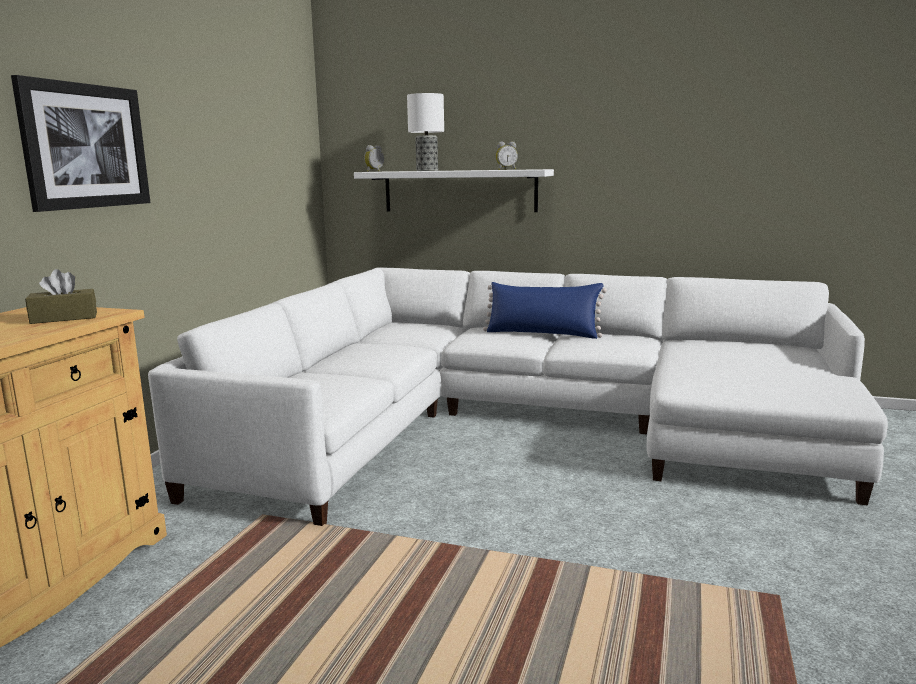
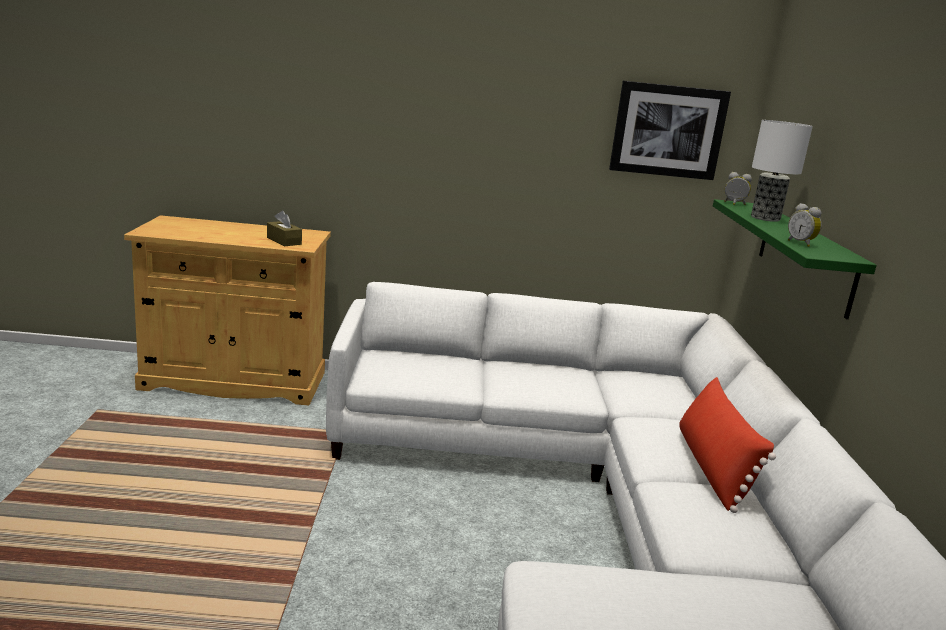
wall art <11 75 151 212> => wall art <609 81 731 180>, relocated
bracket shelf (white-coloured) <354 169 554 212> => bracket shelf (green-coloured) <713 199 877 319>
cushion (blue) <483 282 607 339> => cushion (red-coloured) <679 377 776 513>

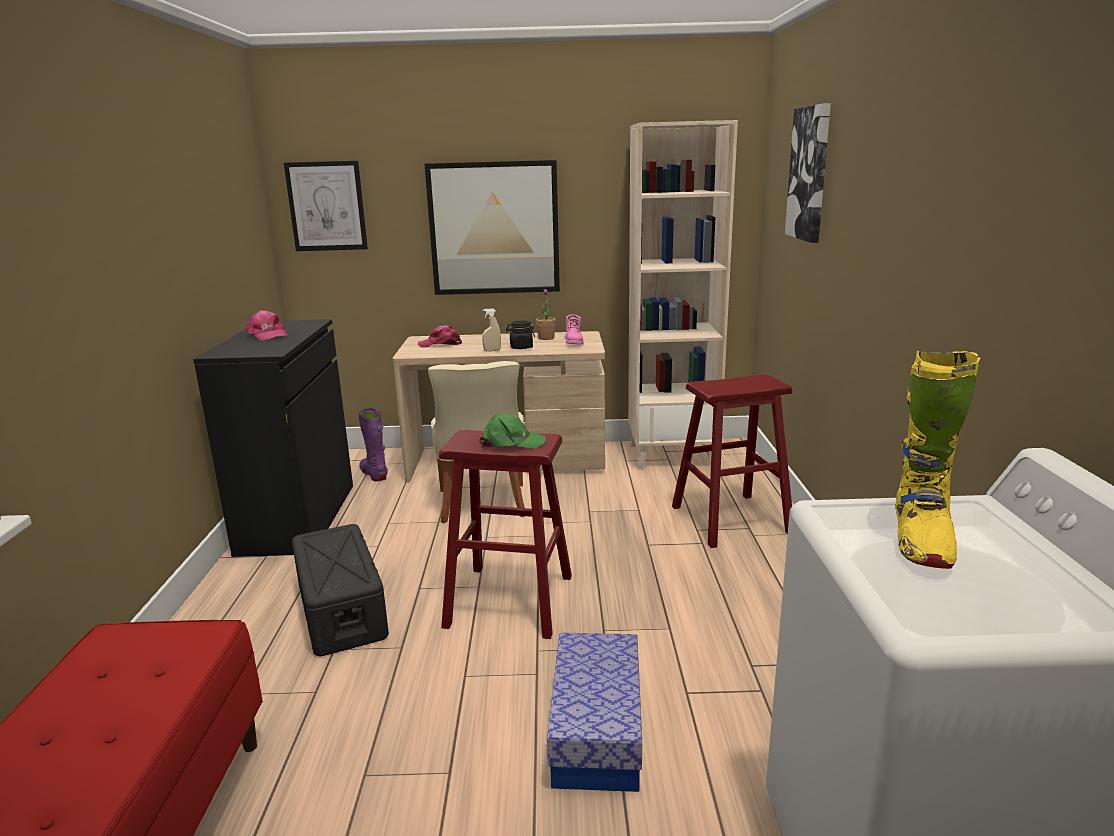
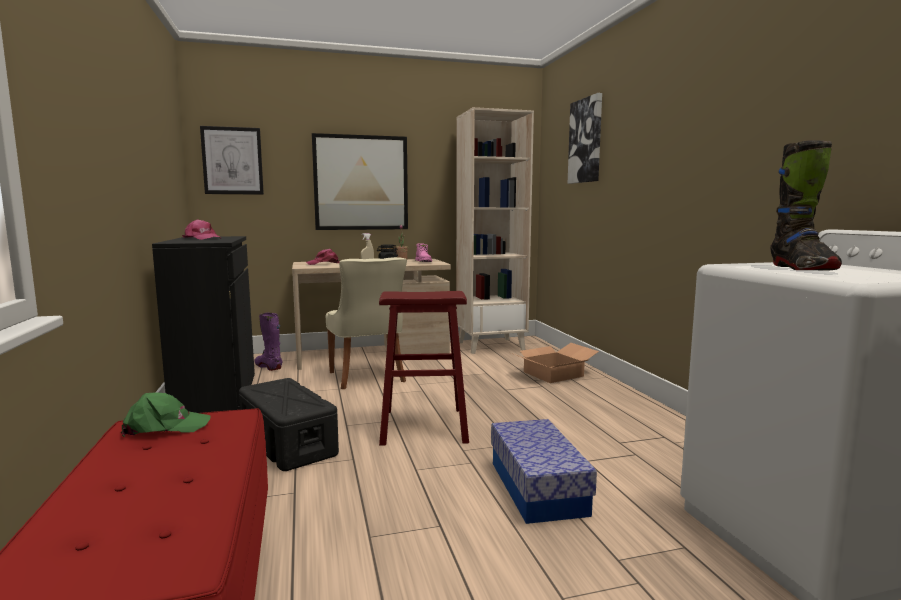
peaked cap (green-coloured) <479 414 546 449> => peaked cap (green-coloured) <121 393 211 437>, relocated
stool seat (red-coloured) <672 374 792 548> => cardboard box <511 343 599 383>
high-top boot (yellowish) <895 351 980 569> => high-top boot (black-coloured) <770 140 842 270>

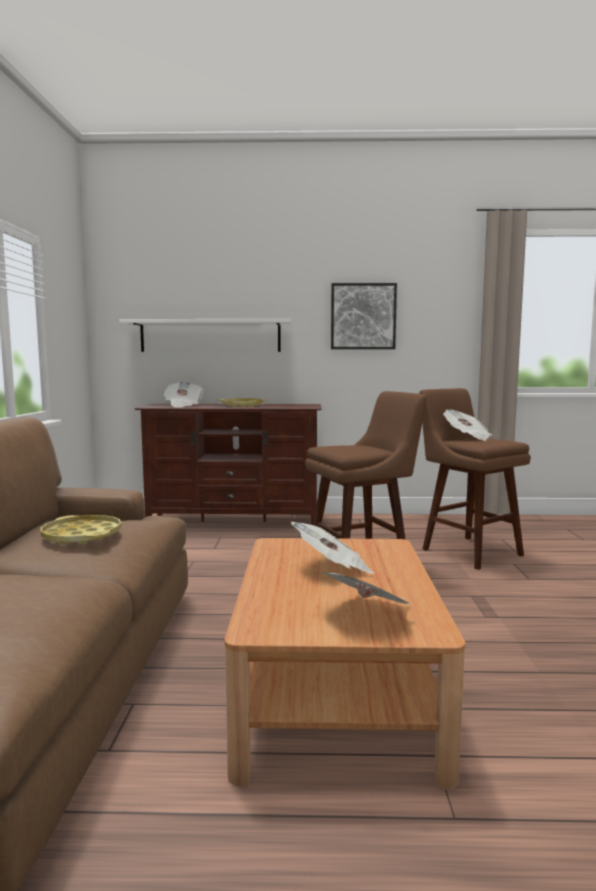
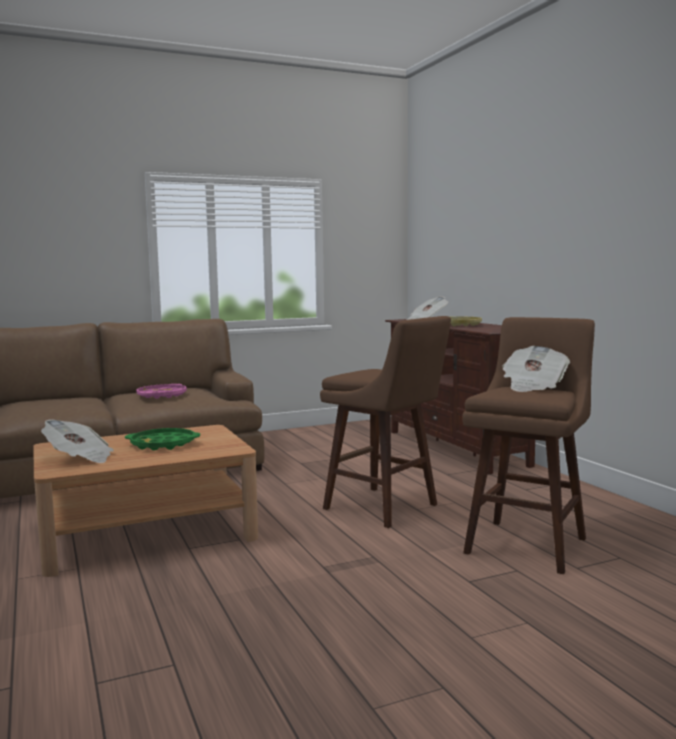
carrying tray (yellowish) <40 515 122 545> => carrying tray (pink) <136 384 187 399>
bracket shelf (white-coloured) <119 319 292 352> => nothing
printed paper <291 522 375 574> => carrying tray (green-coloured) <125 428 200 451>
wall art <331 283 397 349> => nothing

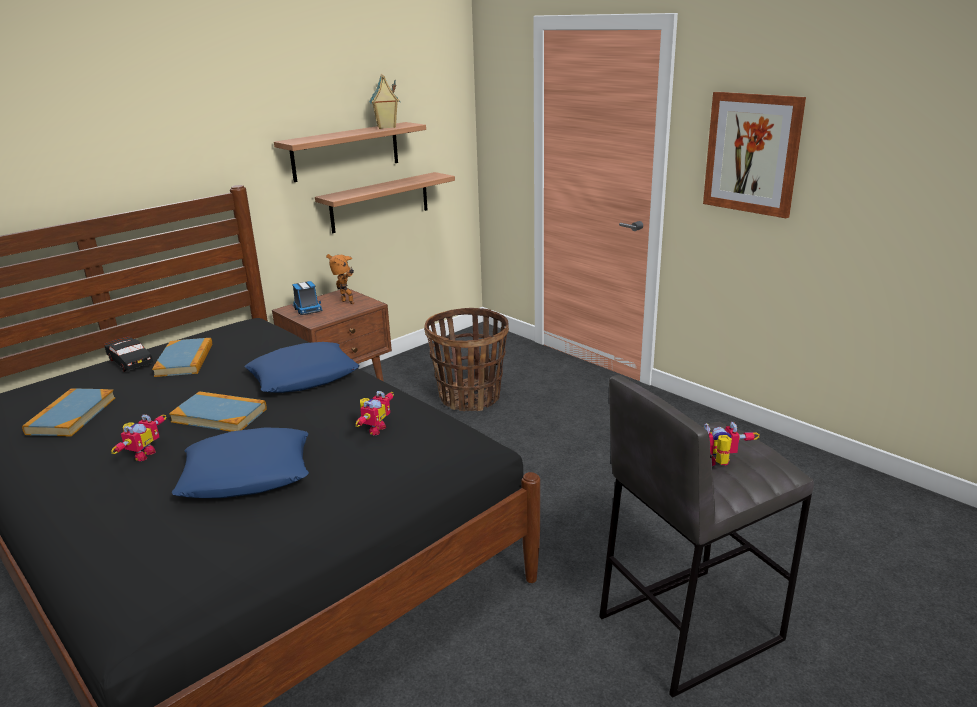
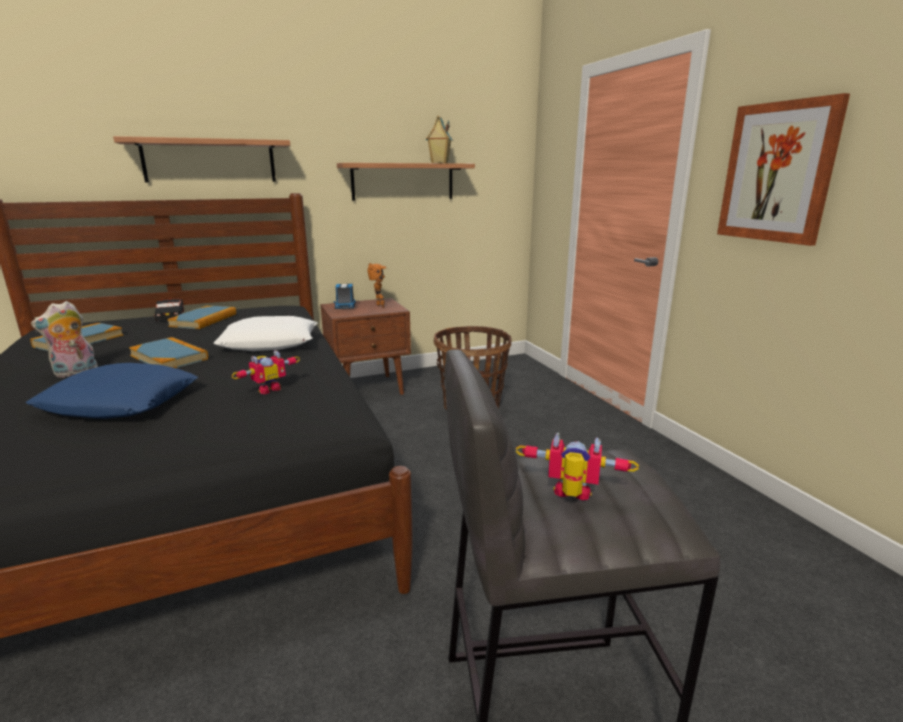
robot figure <111 415 166 461> => plush toy <31 301 98 378>
cushion (blue) <245 342 359 393> => cushion (white-coloured) <213 316 317 351>
bracket shelf <315 172 455 233> => bracket shelf <113 136 290 182>, relocated

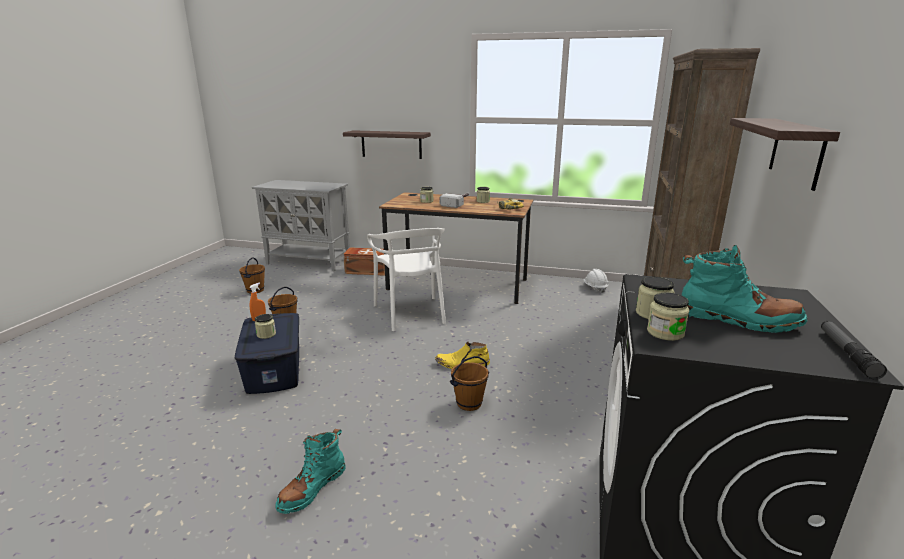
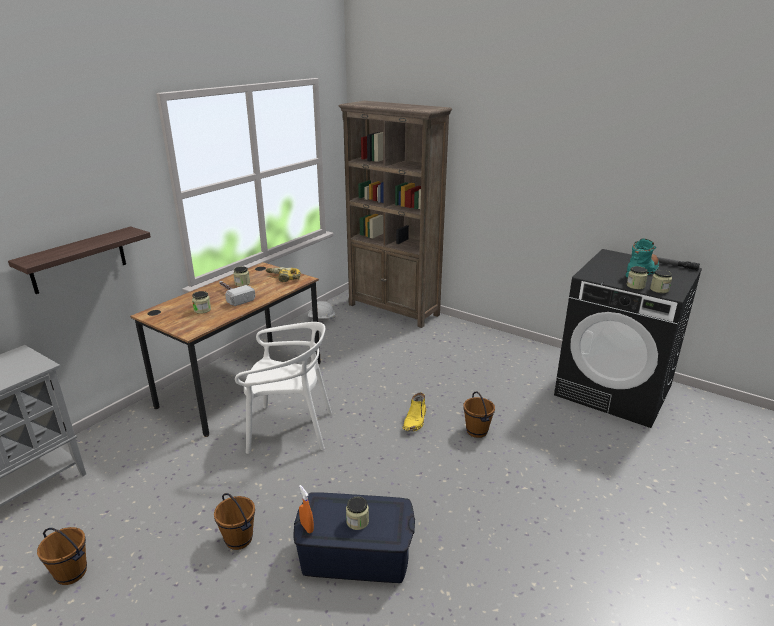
high-top boot (blue-green) <275 429 345 514> => nothing
storage bin (brown) <343 247 389 276> => nothing
bracket shelf <730 118 840 191> => nothing

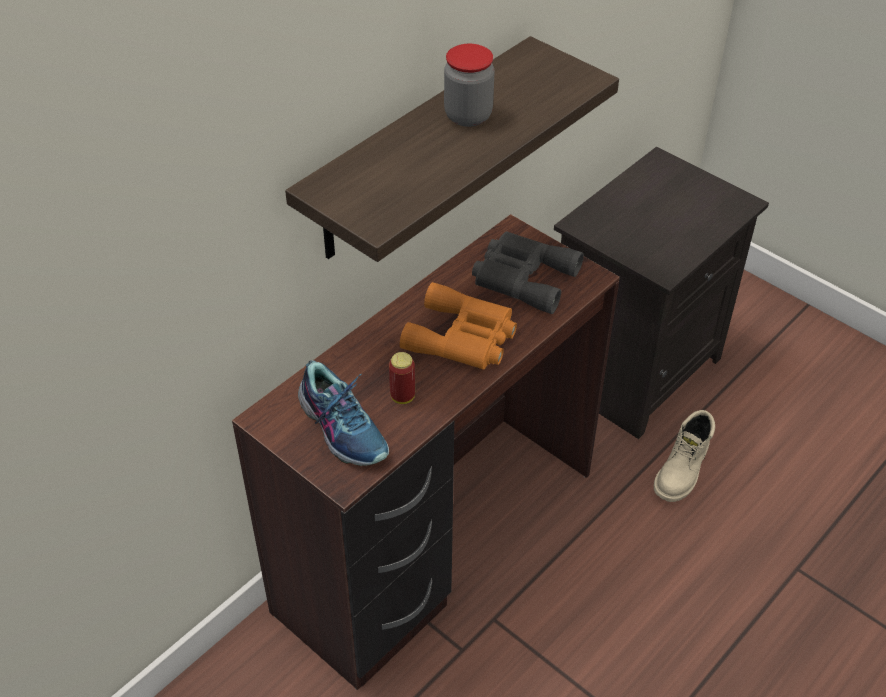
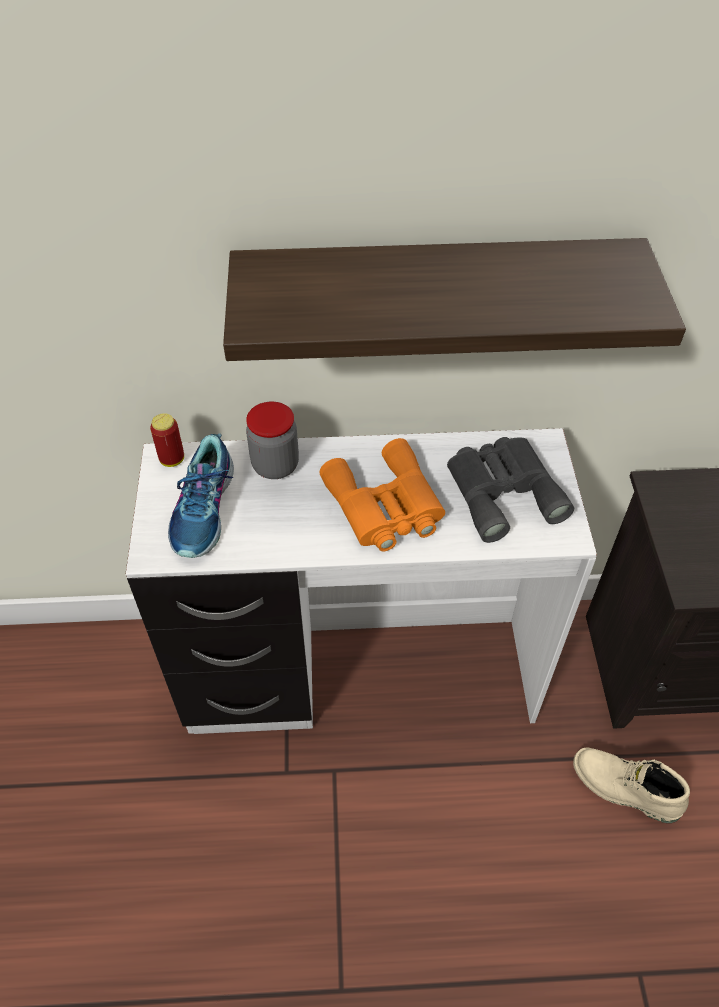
desk unit (brown) <232 214 620 690> => desk unit (white-coloured) <126 428 597 734>
metal can <389 352 415 404> => metal can <150 413 184 467>, relocated
jar <444 44 495 127> => jar <246 402 299 479>, relocated
high-top boot (beige-coloured) <654 410 715 502> => high-top boot (beige-coloured) <573 748 690 823>, 45 degrees clockwise

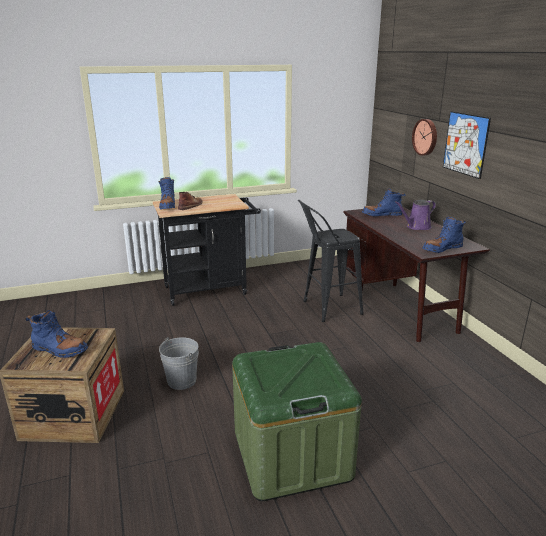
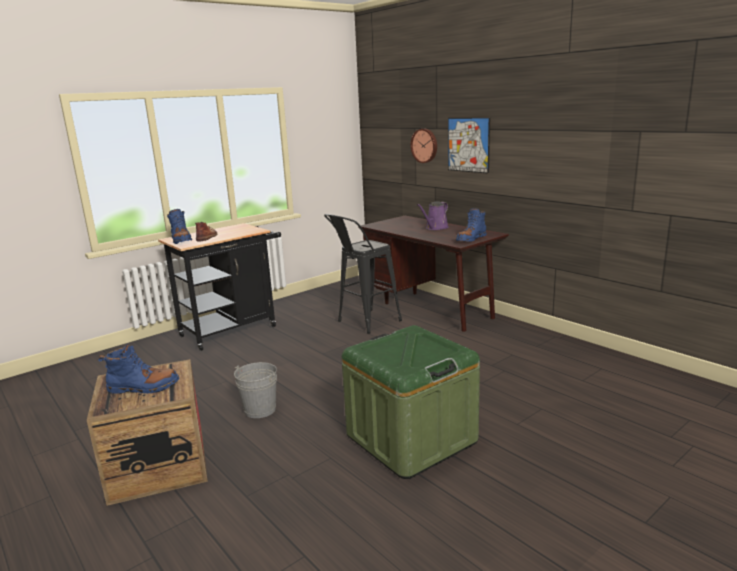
high-top boot (blue) <362 188 405 216> => nothing

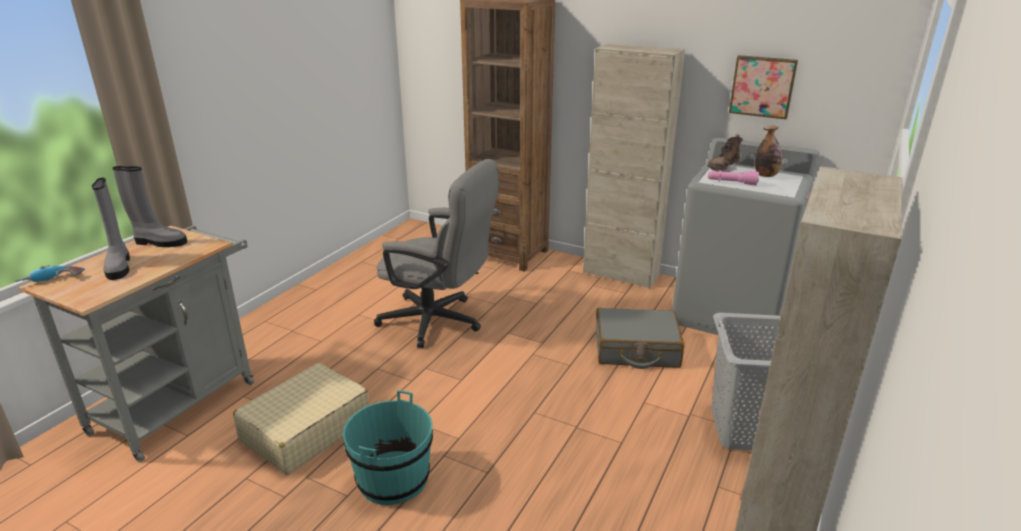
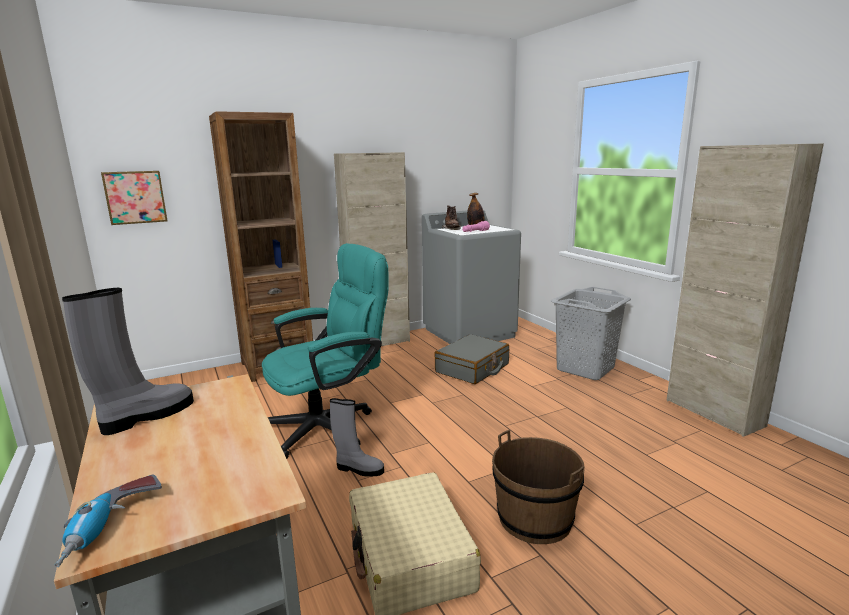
high-top boot (greyish) <92 178 130 280> => high-top boot (greyish) <330 398 384 477>, relocated
pail (blue-green) <343 390 433 505> => pail (brown) <492 430 585 544>
desk chair (greyish) <374 159 499 348> => desk chair (blue-green) <262 243 389 459>
wall art <729 55 798 119> => wall art <101 171 167 225>, relocated

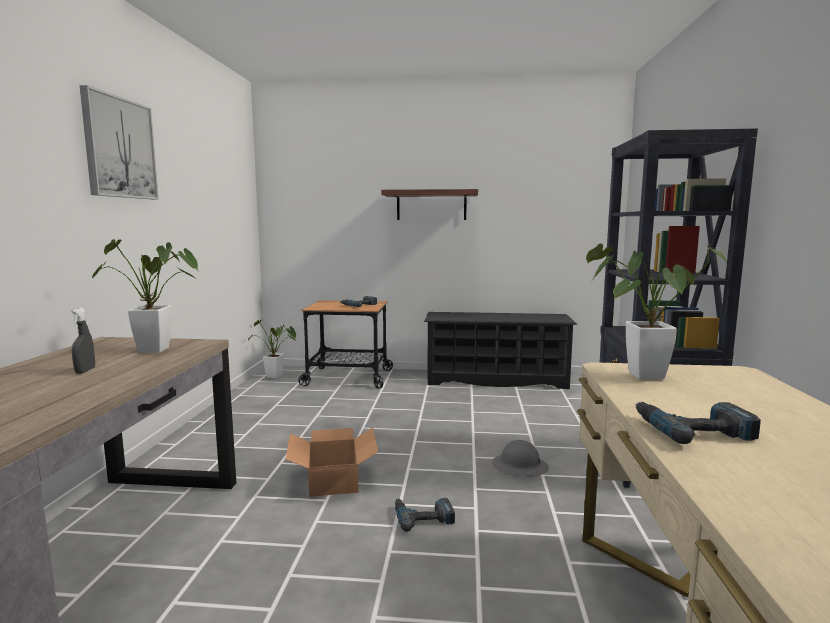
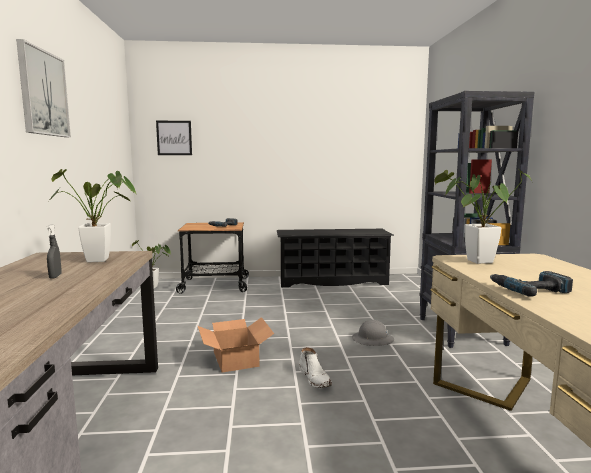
bracket shelf <381 189 478 220> => nothing
drill <395 498 455 532> => high-top boot (white-coloured) <299 347 332 388>
nothing => wall art <156 121 192 155>

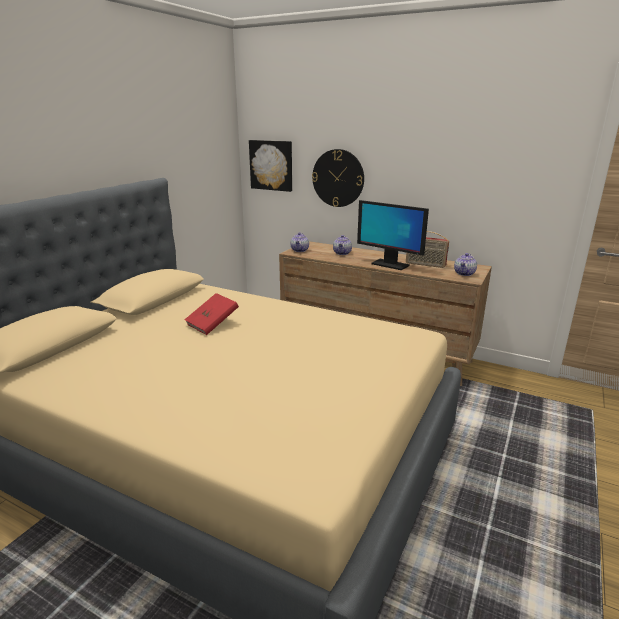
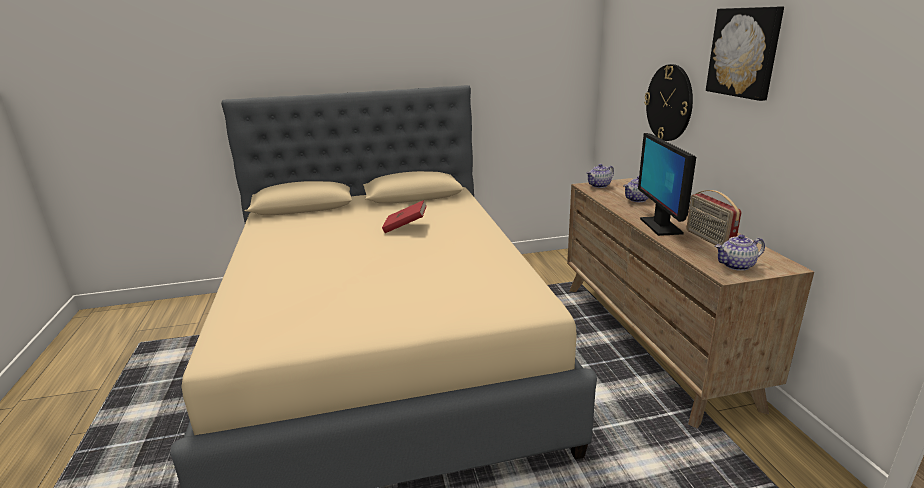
wall art <249 140 292 192> => wall art <706 6 784 101>, relocated

